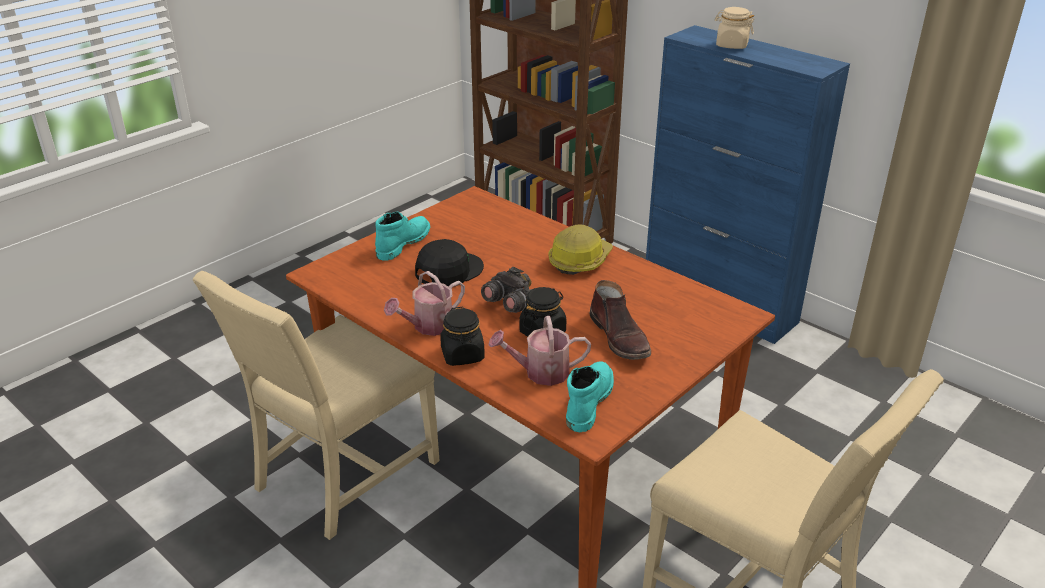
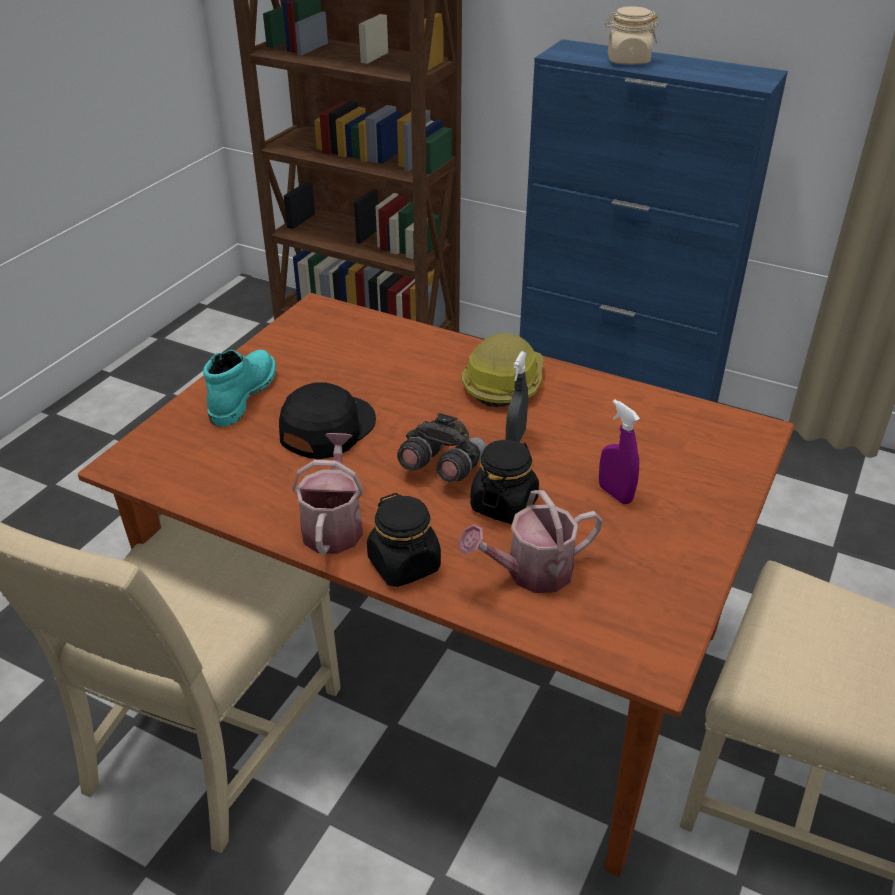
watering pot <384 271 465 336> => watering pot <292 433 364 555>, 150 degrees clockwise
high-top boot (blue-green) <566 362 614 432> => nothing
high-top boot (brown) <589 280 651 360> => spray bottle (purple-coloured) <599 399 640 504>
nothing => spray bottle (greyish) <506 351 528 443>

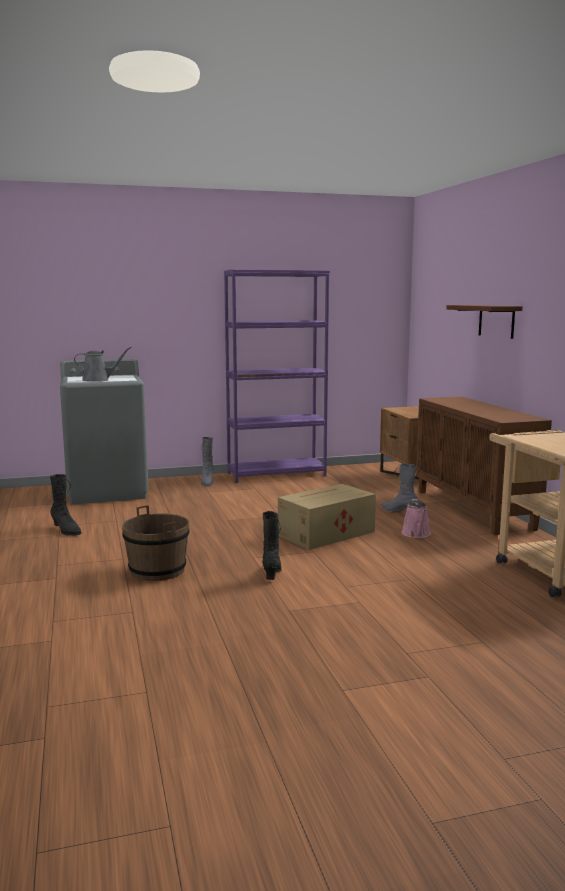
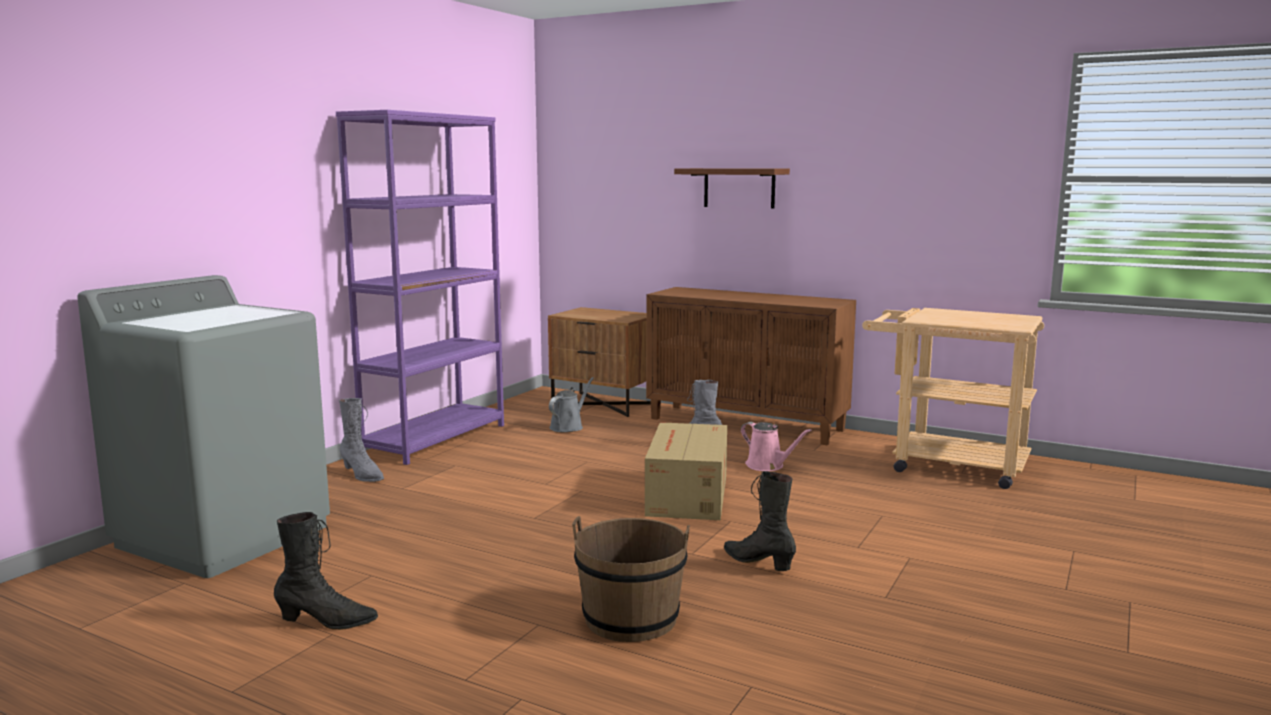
watering pot (greyish) <74 347 132 382> => watering pot (greyish) <549 377 594 432>, relocated

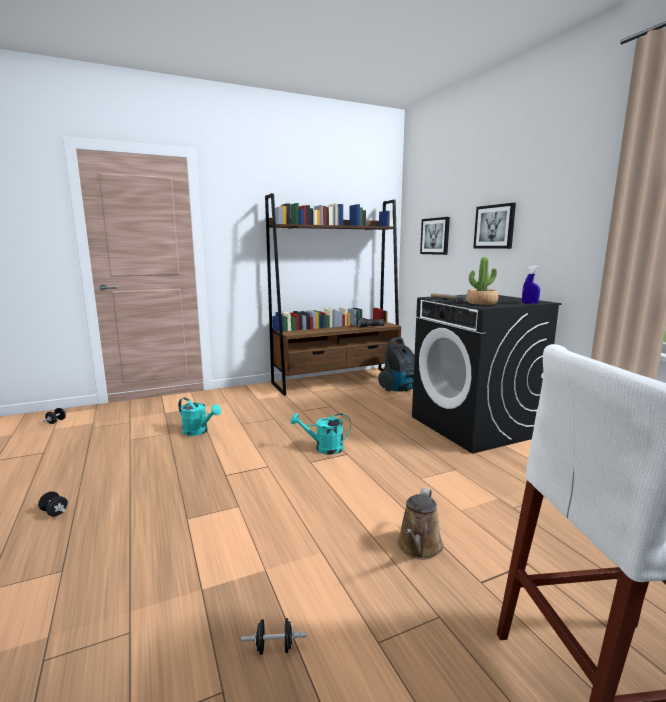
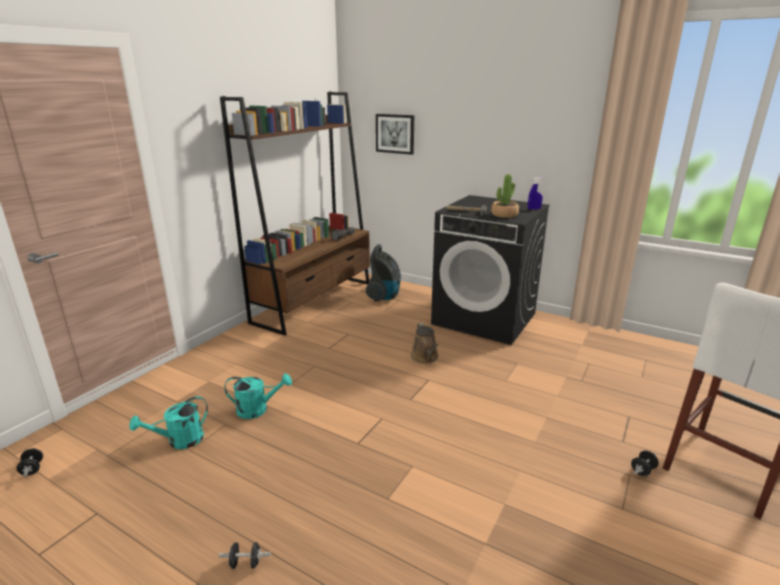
hand weight (black-coloured) <242 618 307 655> => hand weight (black-coloured) <631 450 659 476>, relocated
watering pot (blue-green) <291 413 351 454> => watering pot (blue-green) <129 396 208 449>, relocated
watering pot (brown) <397 488 443 560> => watering pot (brown) <411 323 439 363>, relocated
wall art <473 203 516 249> => nothing

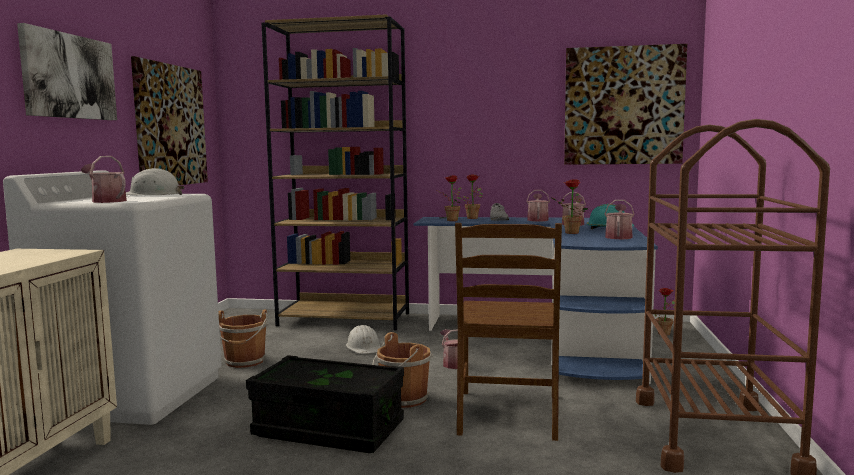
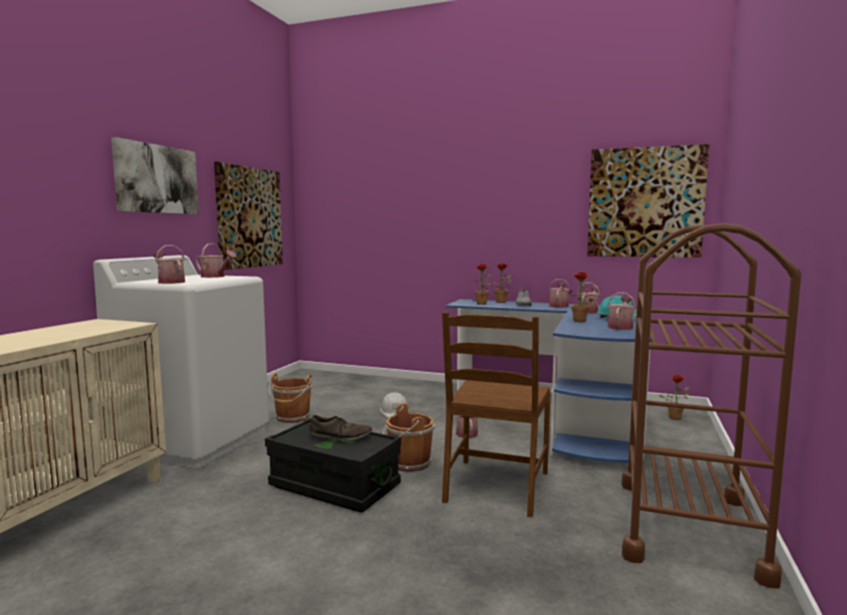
safety helmet (white-coloured) <126 168 184 195> => watering pot <196 243 236 278>
bookshelf (brown) <261 14 409 330> => nothing
nothing => shoe (brown) <310 415 372 441>

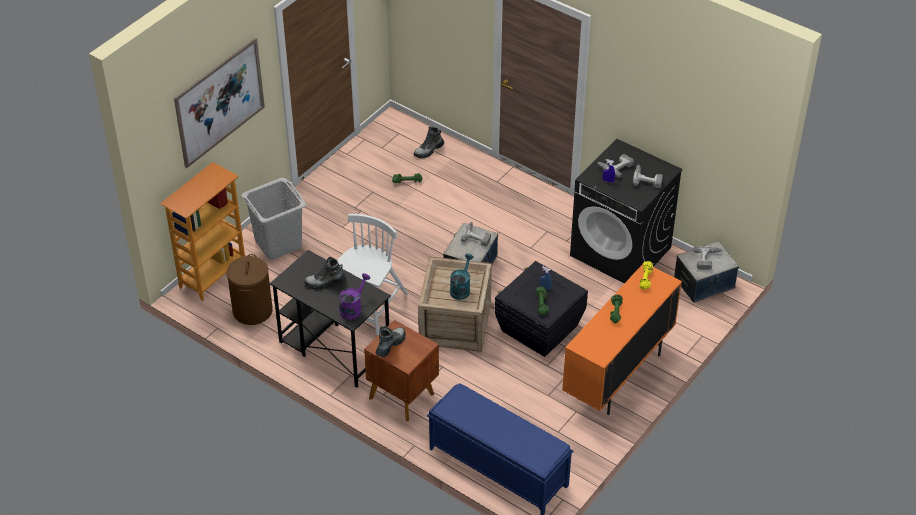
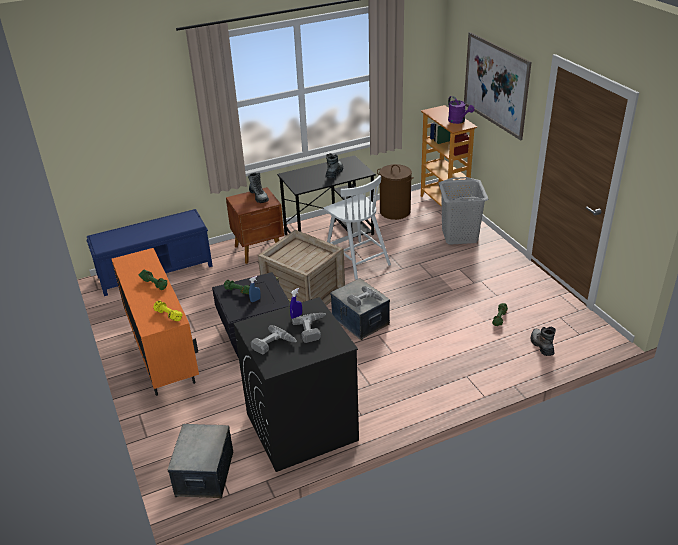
watering pot (purple-coloured) <339 273 370 320> => watering pot (purple-coloured) <448 96 474 124>, relocated
watering pot (blue-green) <450 254 474 300> => nothing
drill <693 246 722 270> => nothing

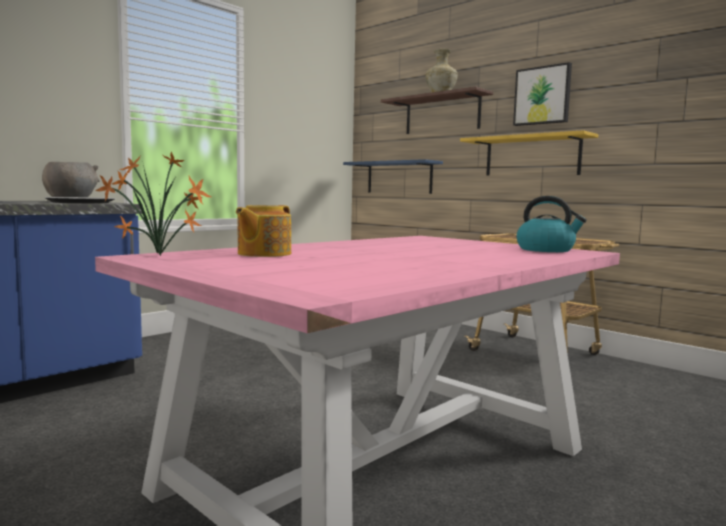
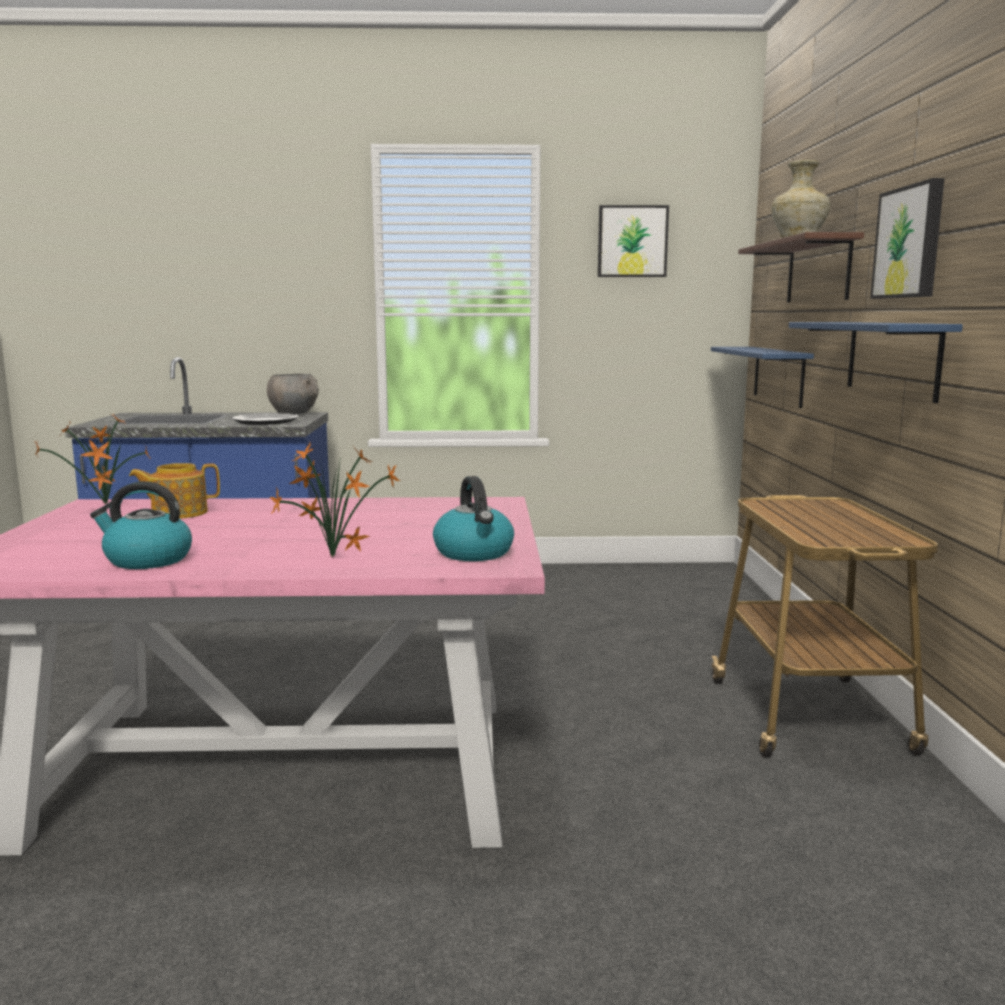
bracket shelf (yellowish) <460 130 598 176> => bracket shelf (blue) <789 322 963 403>
nothing => tea kettle <90 481 192 569>
nothing => plant in a pot <270 443 400 557>
nothing => wall art <598 205 669 277>

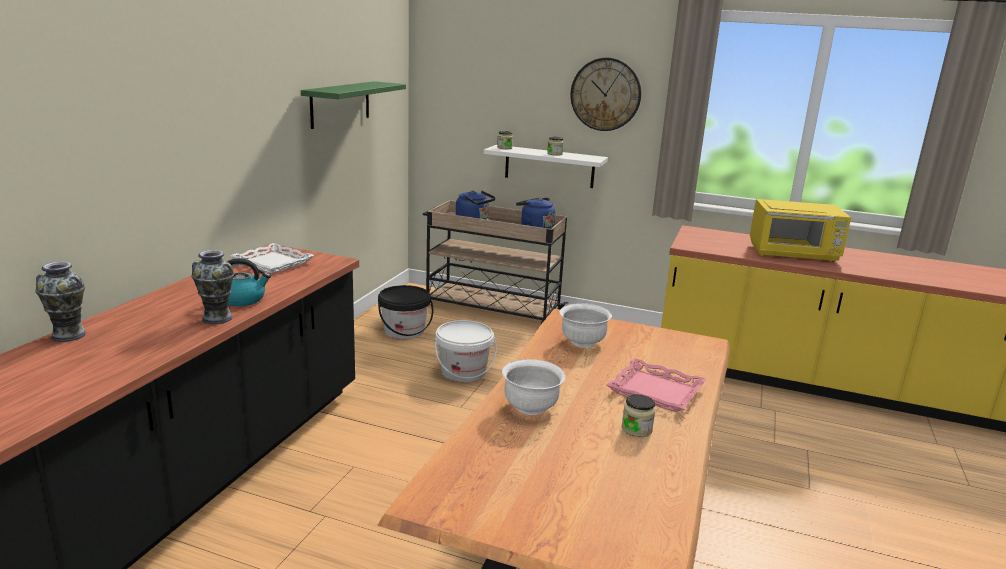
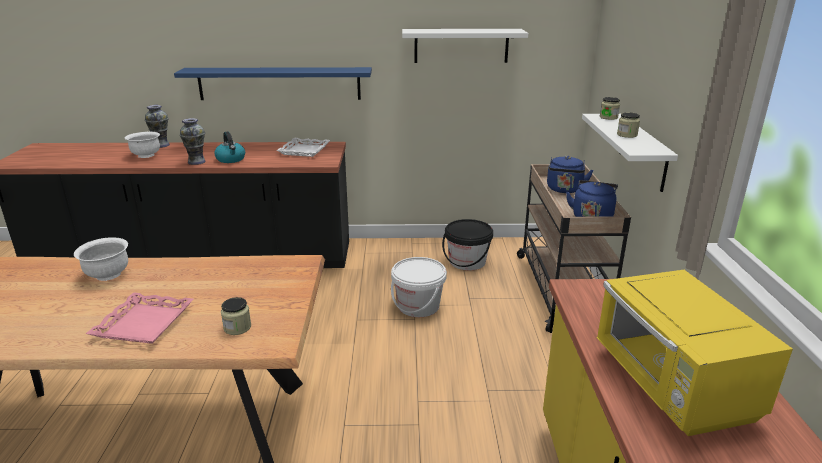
bracket shelf (green-coloured) <301 81 406 129> => bracket shelf (white-coloured) <402 29 528 63>
serving bowl (white-coloured) <560 303 612 348> => serving bowl (white-coloured) <125 132 160 158>, relocated
clock on the wall <570 58 641 131> => nothing
jar <622 394 655 437> => jar <221 297 251 335>, relocated
nothing => bracket shelf (blue) <174 67 372 100>

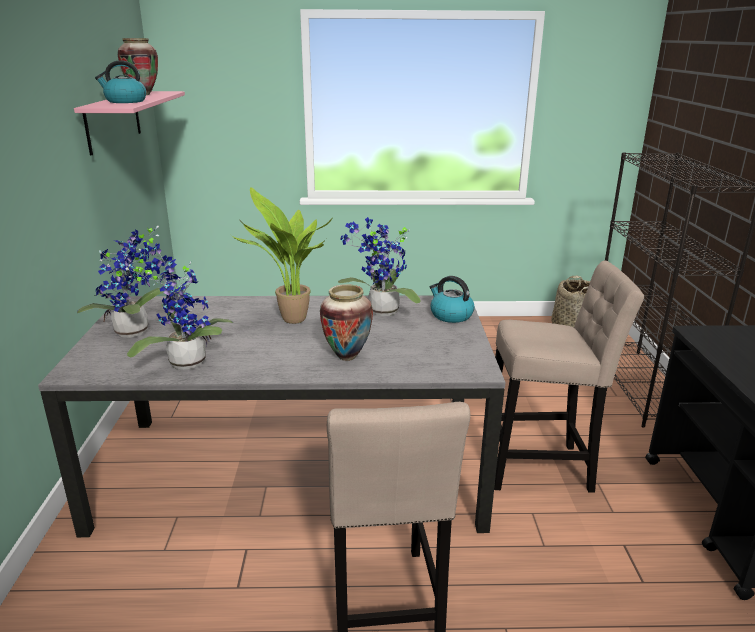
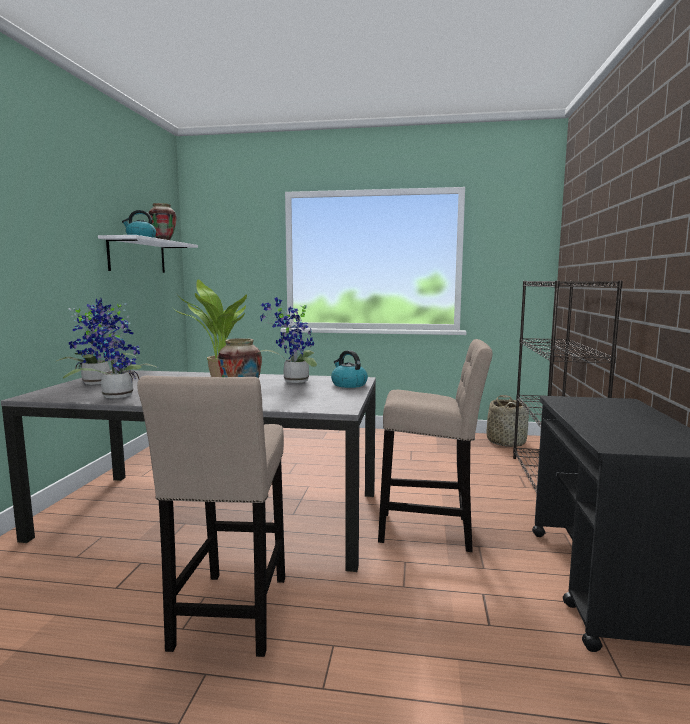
bracket shelf (pink) <74 91 185 155> => bracket shelf (white-coloured) <98 235 198 273>

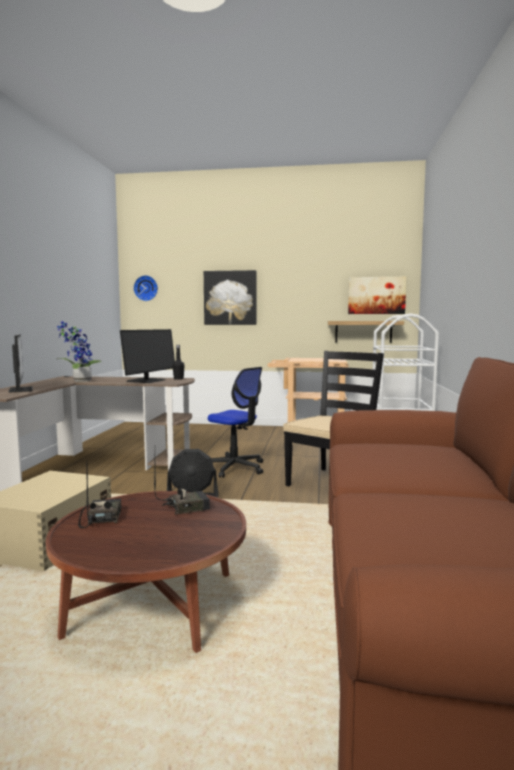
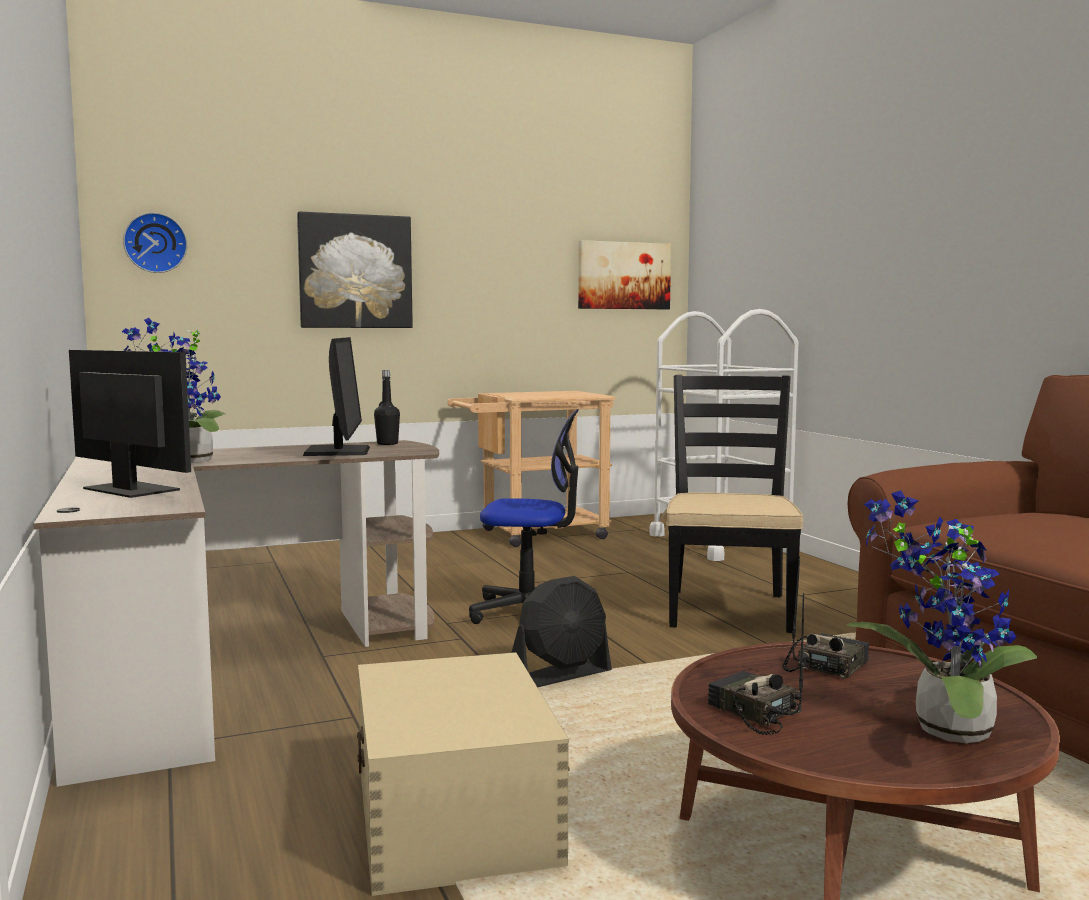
bracket shelf <328 321 404 343> => nothing
nothing => plant in a pot <846 490 1037 743>

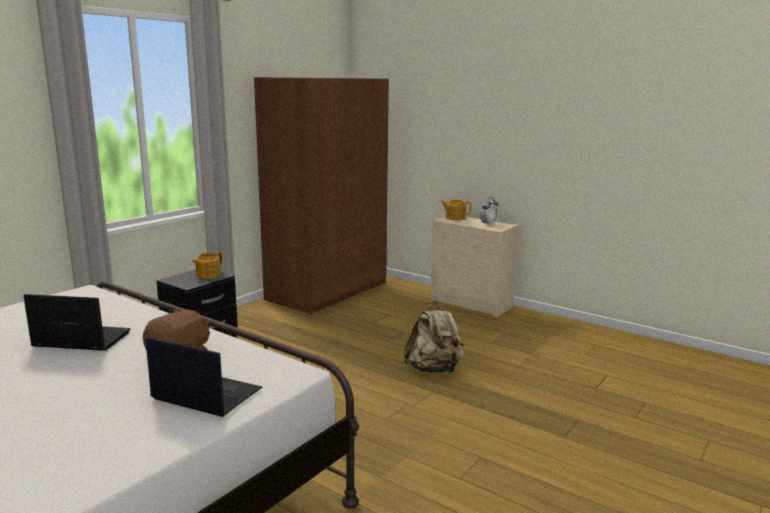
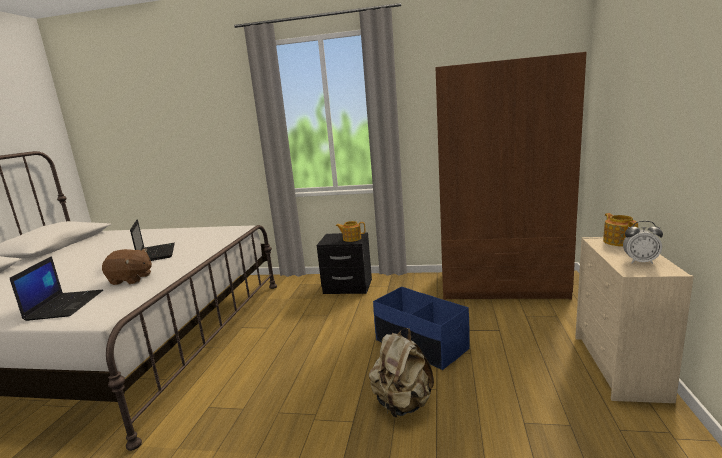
nothing => storage bin (blue) <373 287 470 370>

